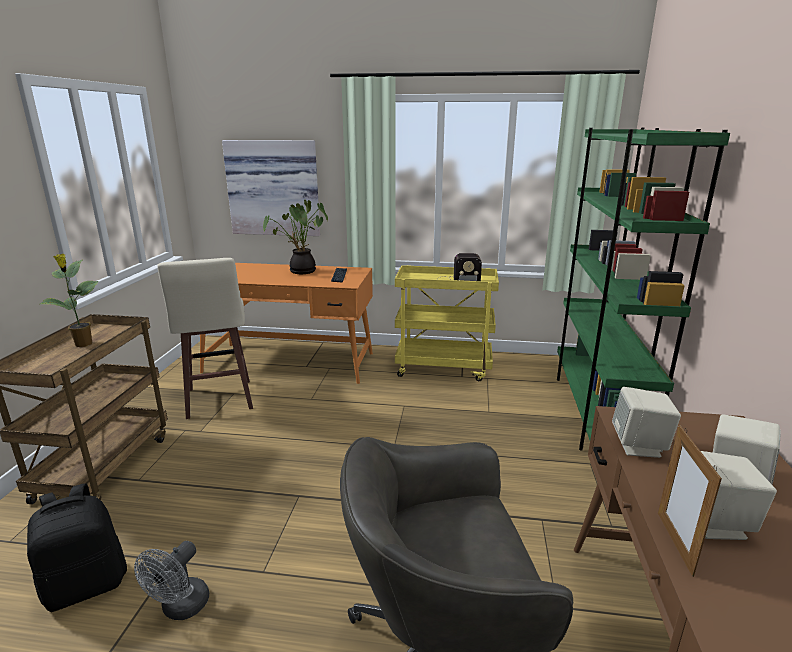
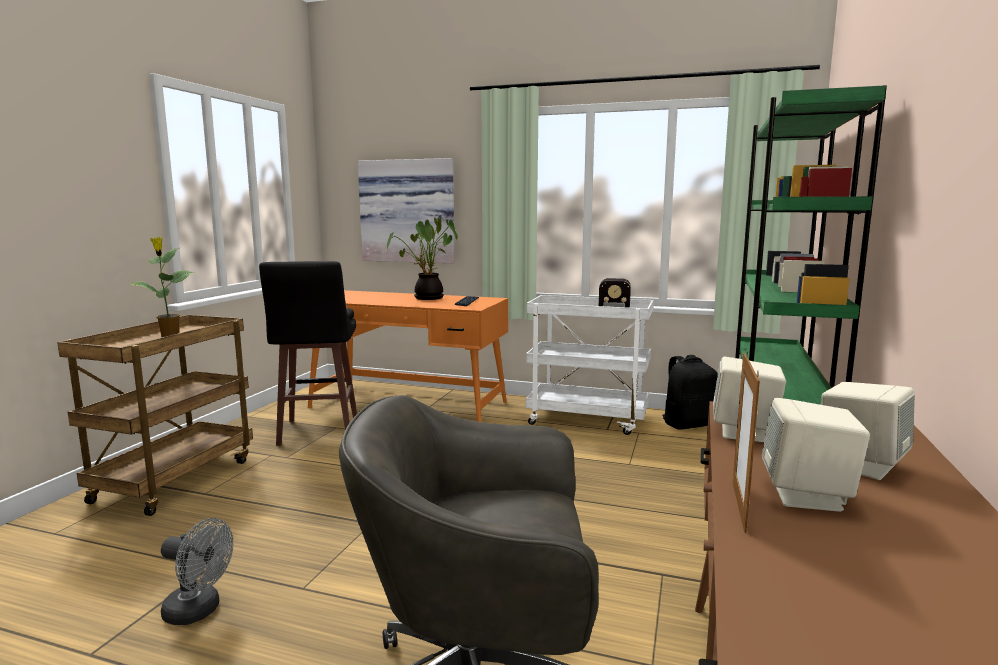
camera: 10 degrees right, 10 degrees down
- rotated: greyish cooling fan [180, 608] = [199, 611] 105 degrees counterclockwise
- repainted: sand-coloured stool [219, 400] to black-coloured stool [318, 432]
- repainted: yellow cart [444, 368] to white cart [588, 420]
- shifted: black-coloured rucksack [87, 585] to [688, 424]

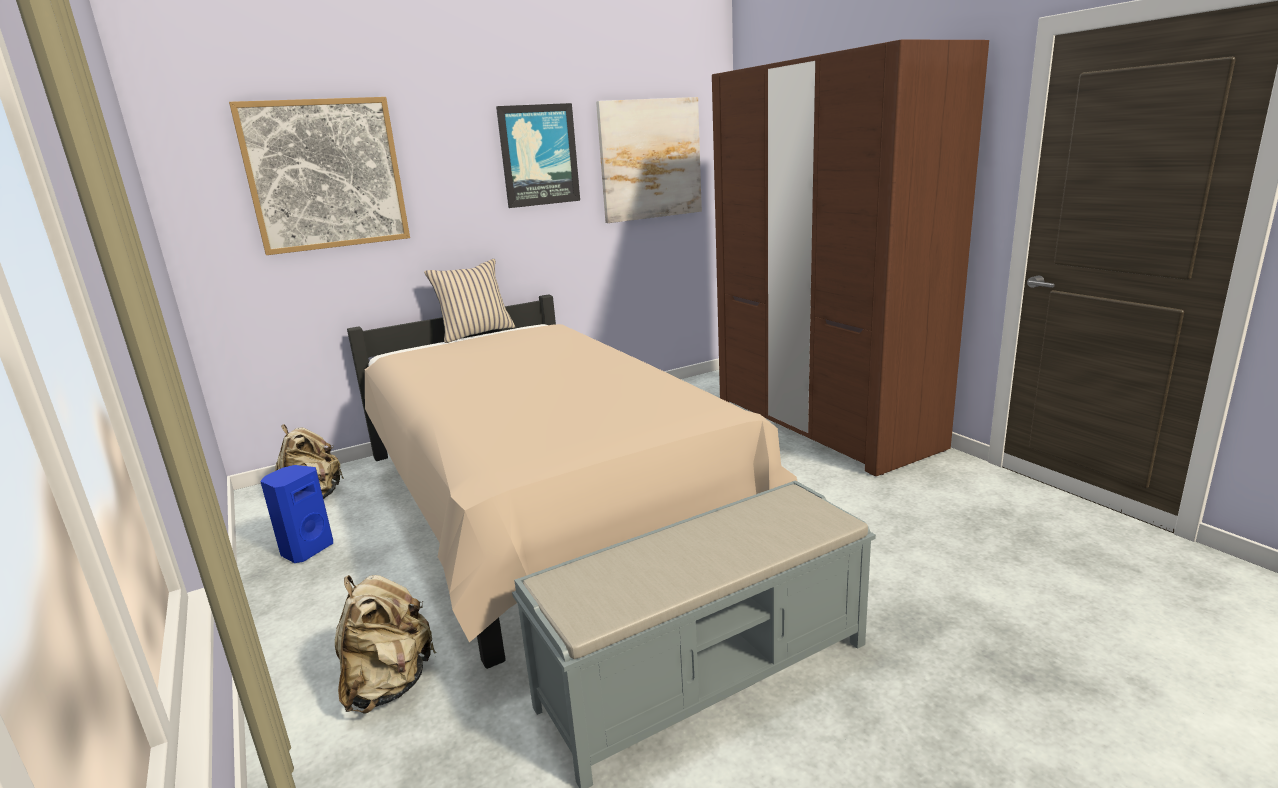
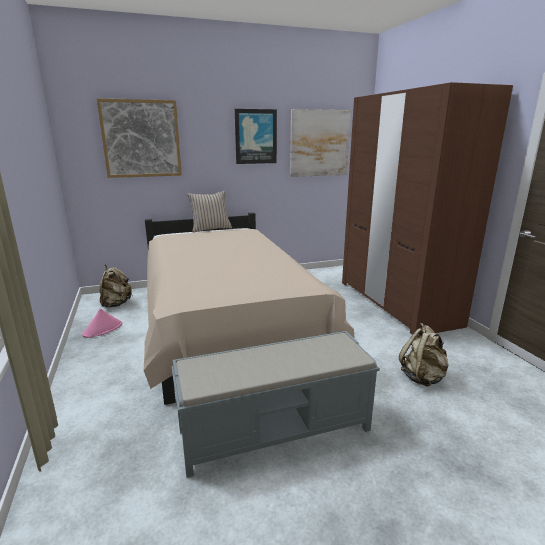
camera: 10 degrees right, 0 degrees up
- swapped: blue-coloured speaker [306, 550] to pink-coloured clothing hat [103, 329]
- shifted: sand-coloured rucksack [389, 685] to [422, 377]

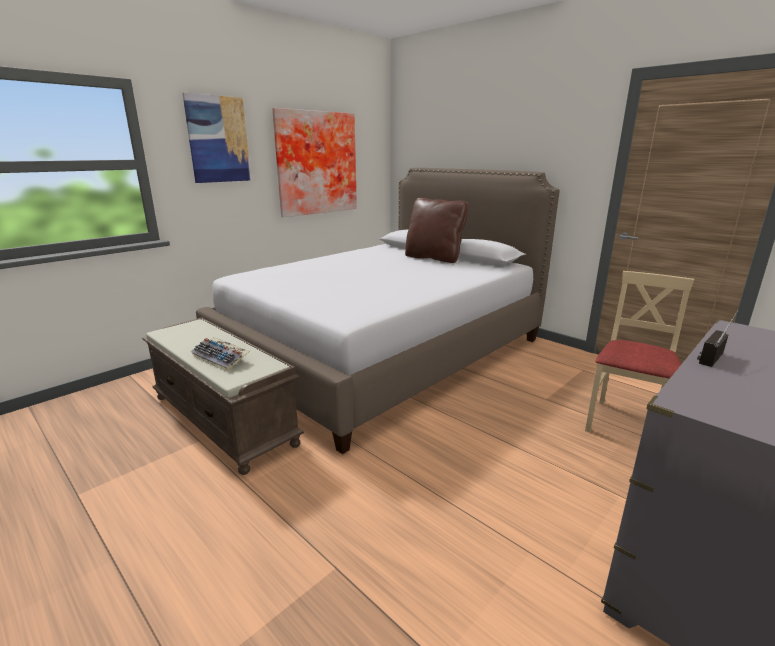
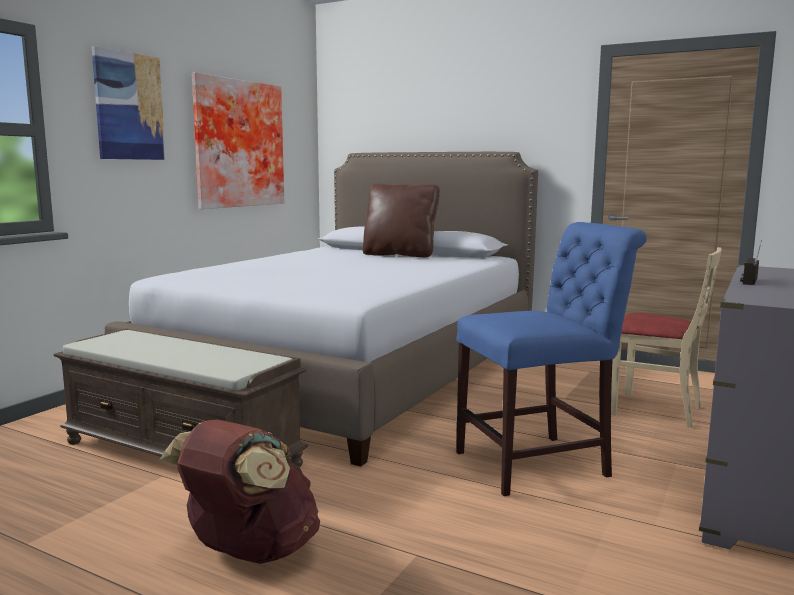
camera: 15 degrees left, 10 degrees down
- new: brown rucksack [249, 552]
- new: blue-coloured chair [540, 463]
- rotated: sand-coloured chair [625, 424] = [655, 410] 105 degrees clockwise
- gone: PC keyboard [221, 358]

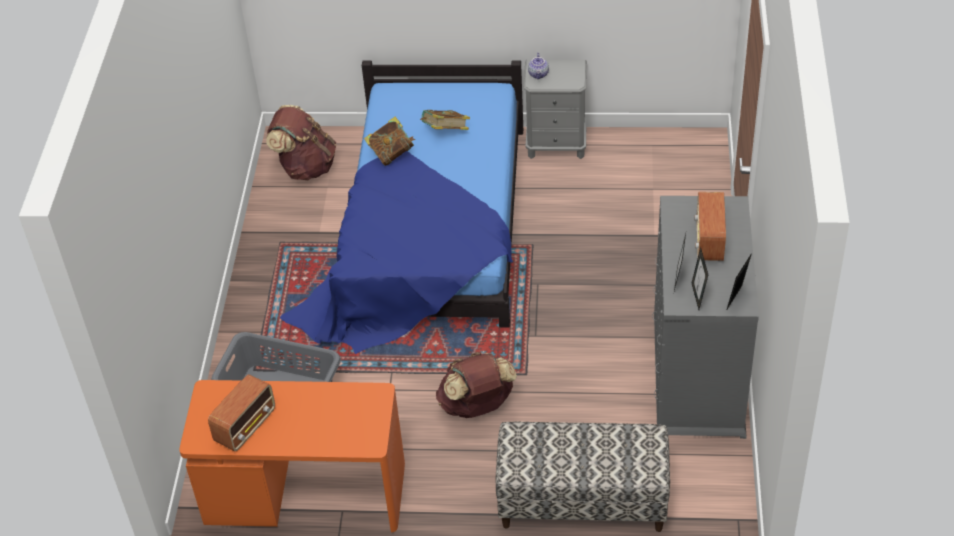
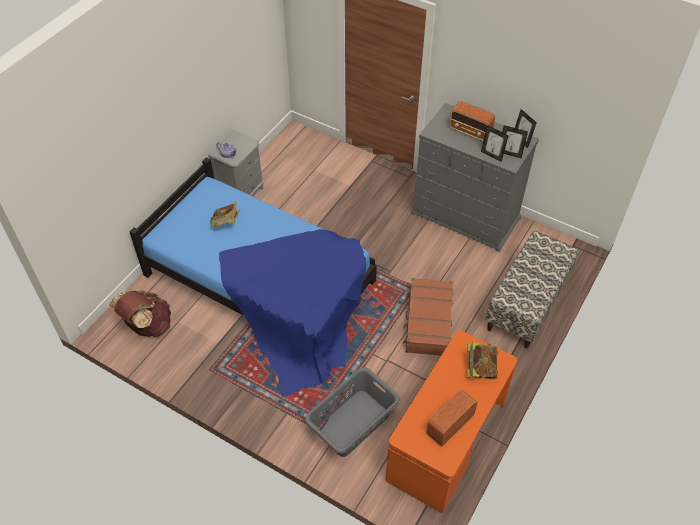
camera: 65 degrees left, 5 degrees up
- swapped: brown rucksack [477, 406] to brown travel case [428, 322]
- rotated: radio set [246, 426] = [449, 426] 105 degrees counterclockwise
- shifted: volume [391, 154] to [480, 368]

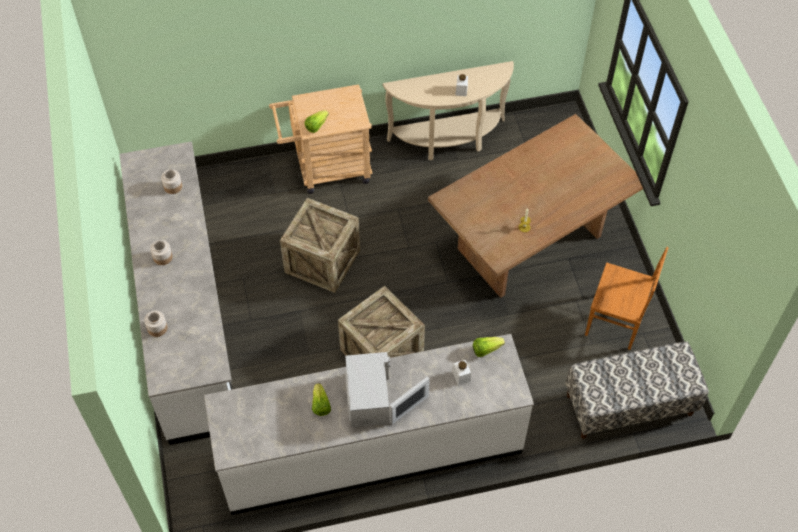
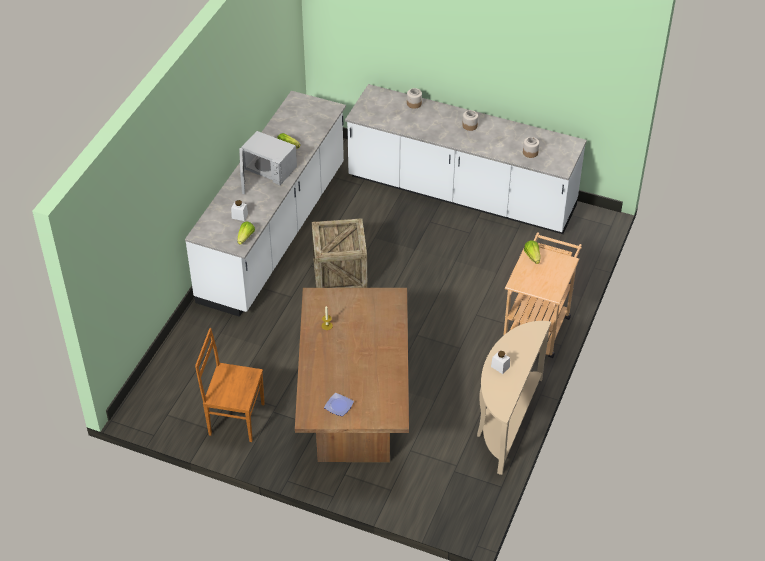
camera: 125 degrees right, 10 degrees down
- rotated: brown chair [616, 322] = [235, 418] 45 degrees clockwise
- new: dinner plate [338, 406]
- gone: crate [322, 261]
- gone: long seat [629, 405]

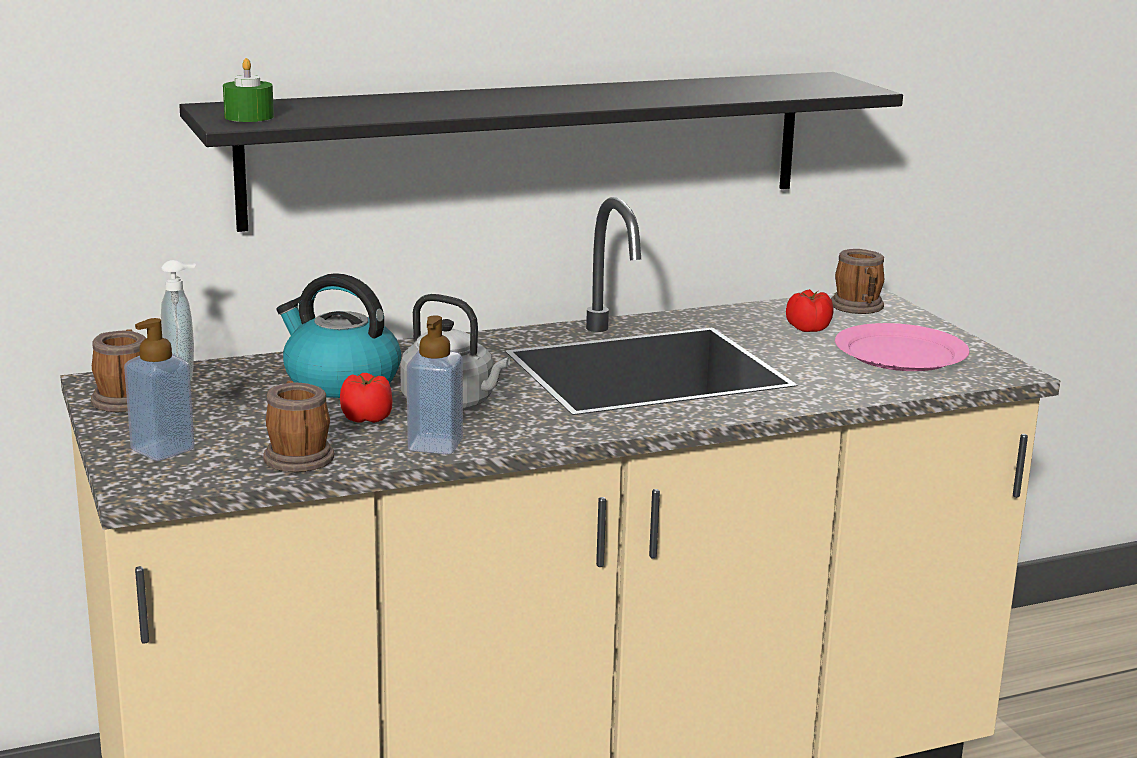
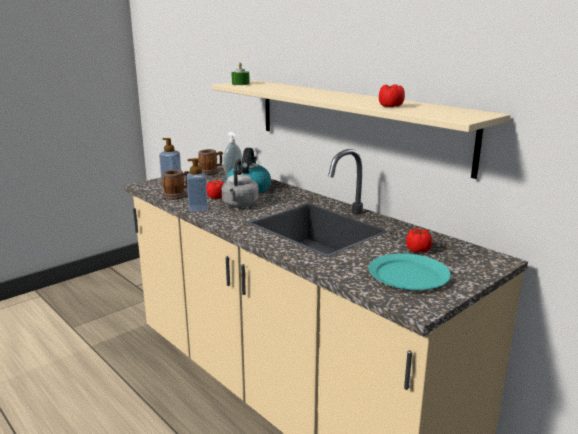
camera: 70 degrees right, 0 degrees up
- repainted: black-coloured shelf [531, 147] to sand-coloured shelf [355, 122]
- repainted: pink-coloured dinner plate [900, 354] to blue-green dinner plate [407, 275]
- new: fresh tomato [390, 106]
- gone: coffee mug [859, 308]

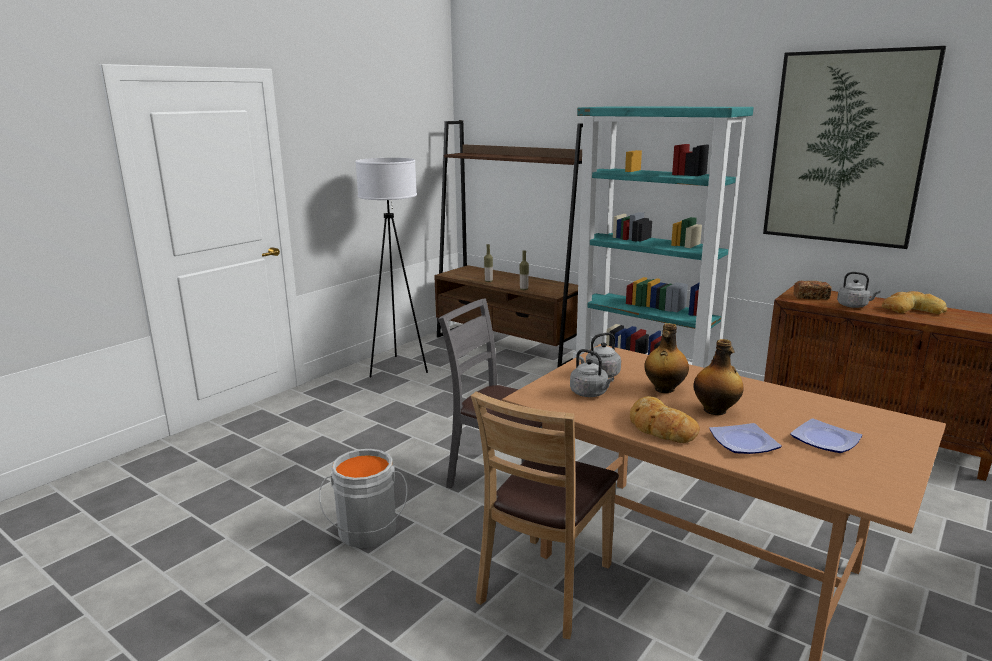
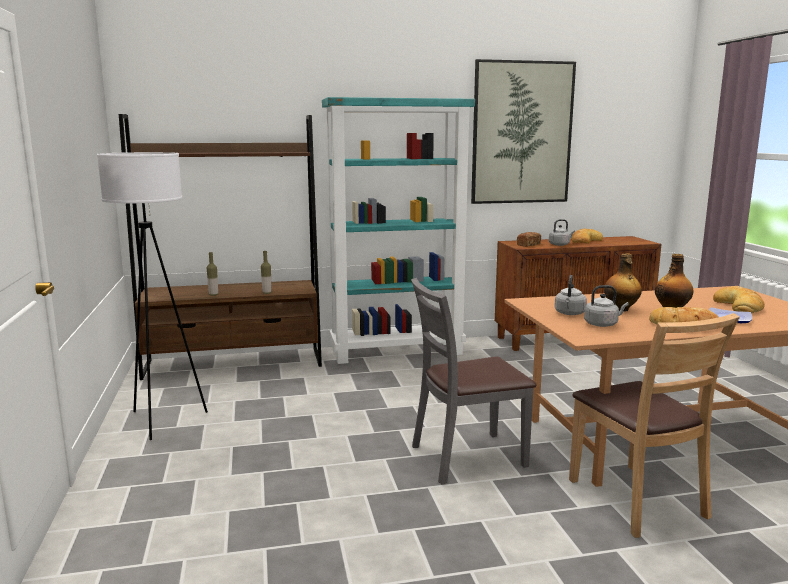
camera: 50 degrees left, 5 degrees down
- swapped: dinner plate [824, 439] to bakery bread [739, 306]
- gone: greyish water bucket [367, 532]

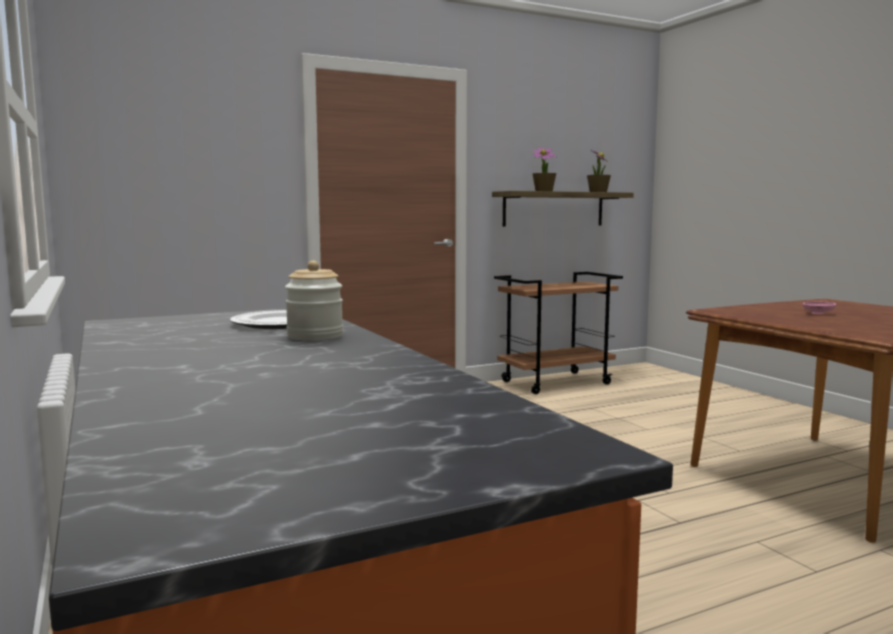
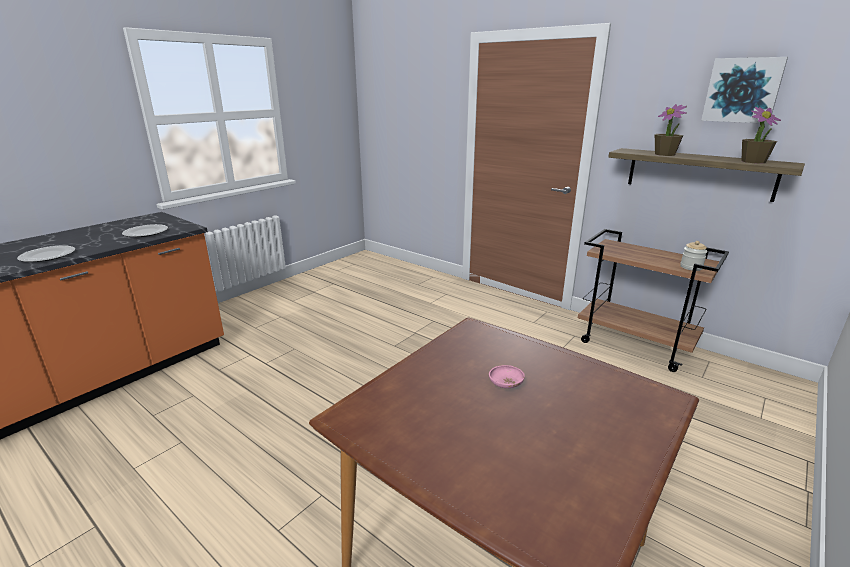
camera: 65 degrees right, 15 degrees up
- new: dinner plate [48, 255]
- shifted: preserve jar [315, 336] to [691, 267]
- new: wall art [742, 90]

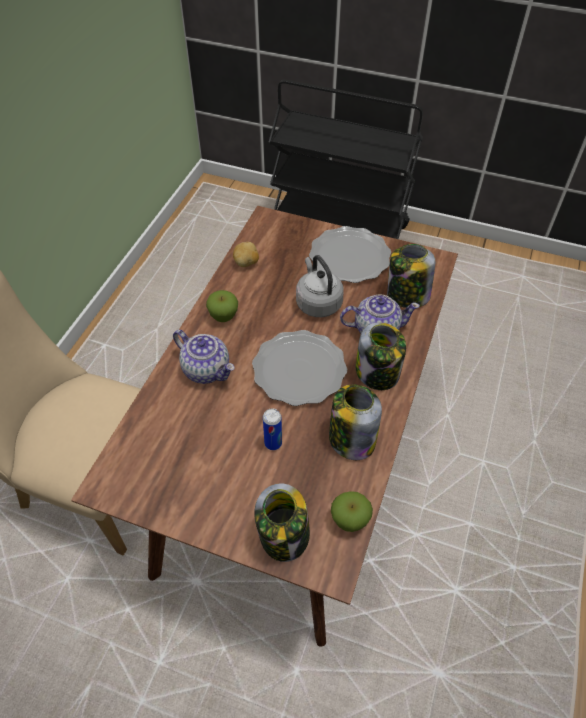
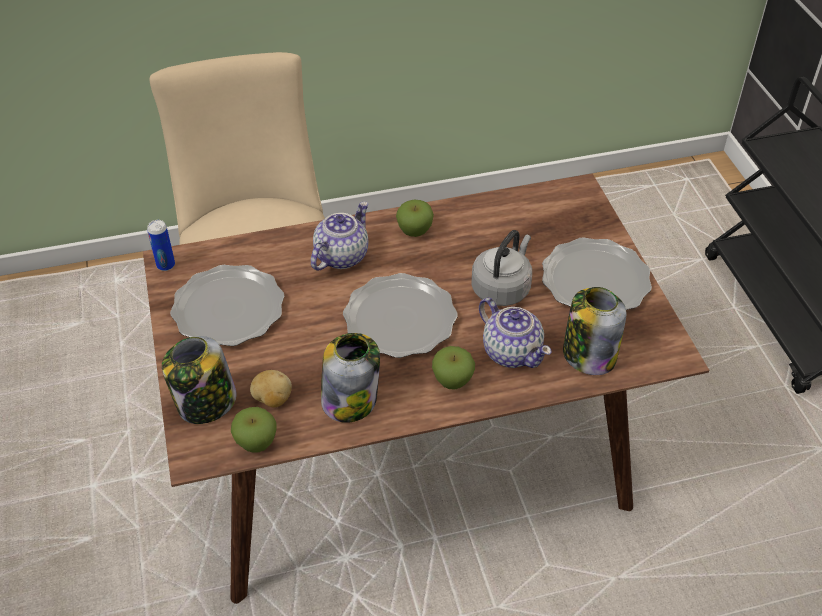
camera: 55 degrees right, 5 degrees down
- shifted: can [273, 443] to [166, 265]
- new: dinner plate [228, 309]
- shifted: spud [246, 263] to [272, 399]
- rotated: teapot [207, 369] = [341, 255] 150 degrees counterclockwise
- swapped: preserve jar [378, 373] to whole apple [452, 381]

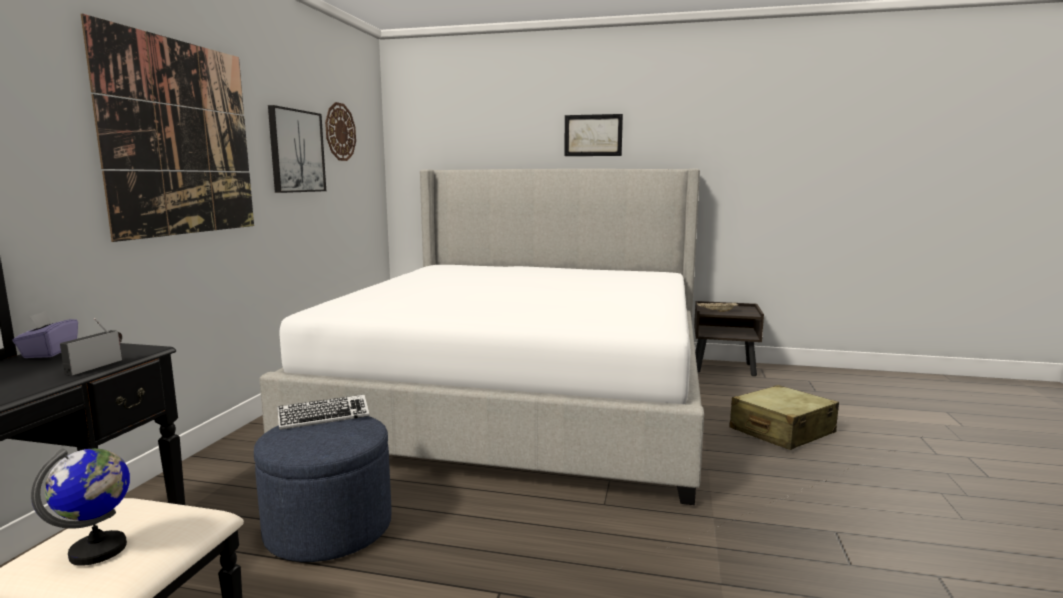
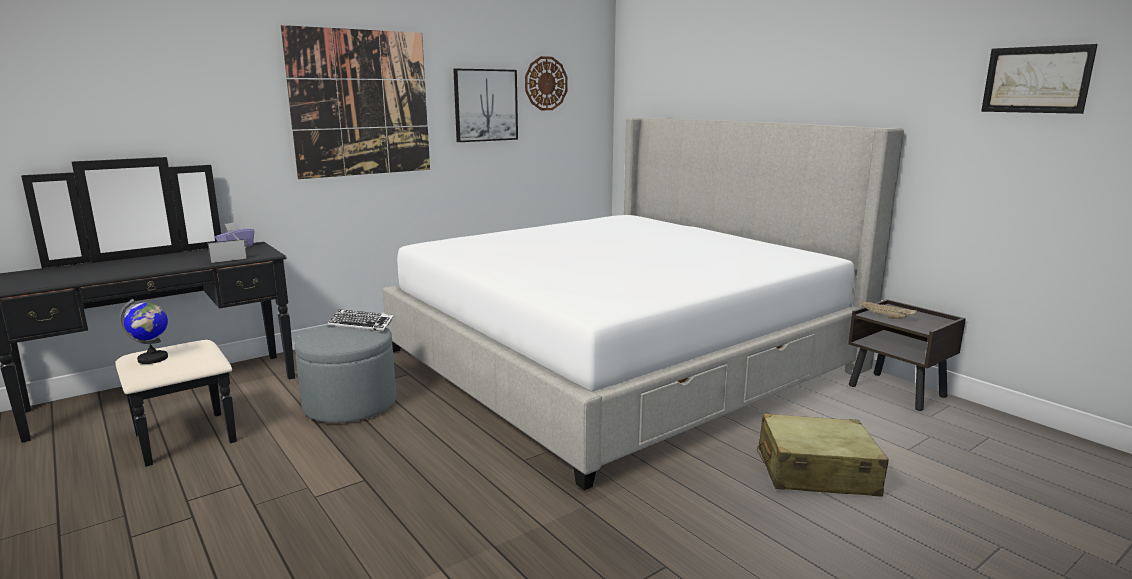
camera: 40 degrees right, 5 degrees up
- repainted: blue-coloured footrest [329, 528] to greyish footrest [350, 404]
- shifted: wall art [593, 135] to [1036, 79]

